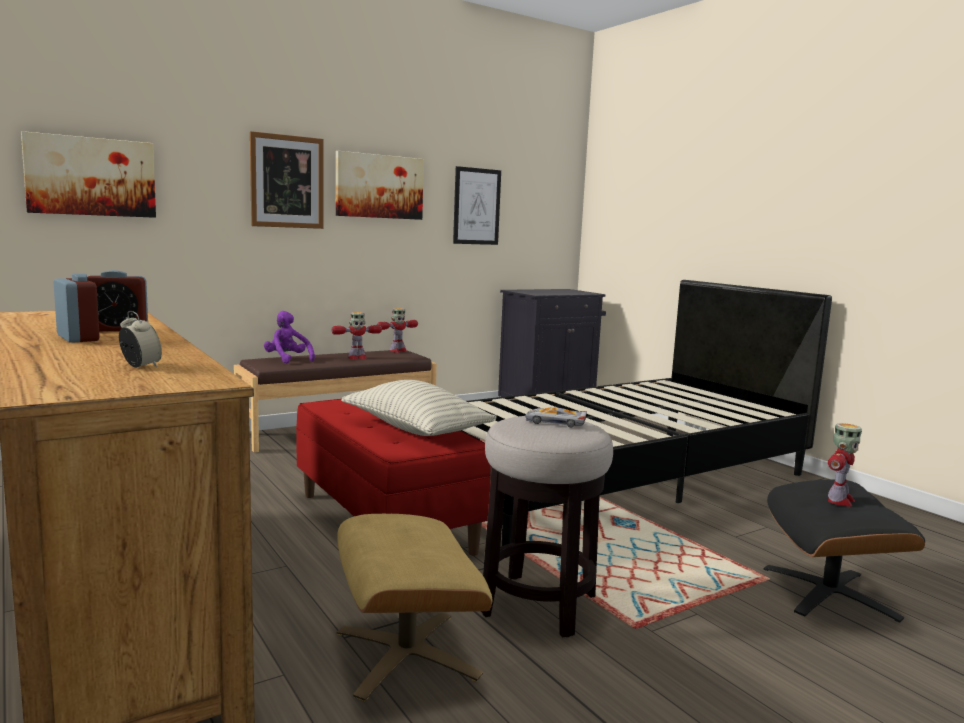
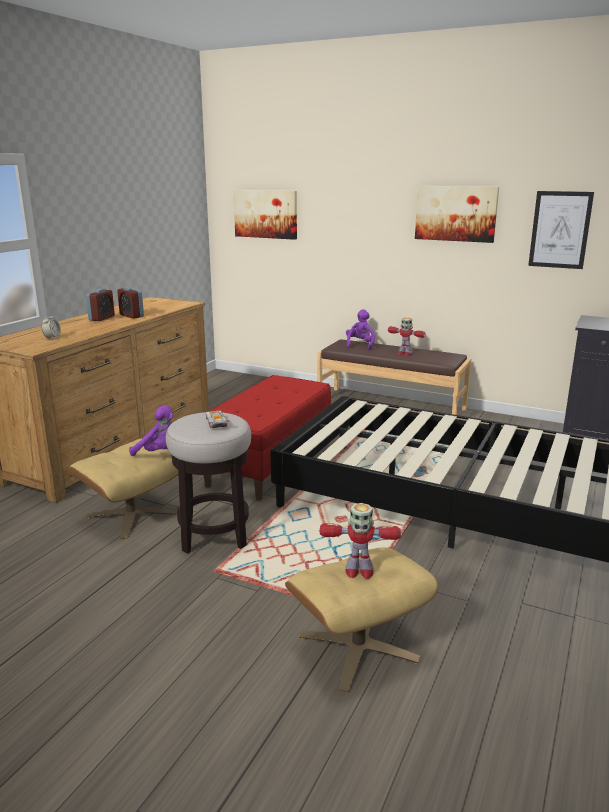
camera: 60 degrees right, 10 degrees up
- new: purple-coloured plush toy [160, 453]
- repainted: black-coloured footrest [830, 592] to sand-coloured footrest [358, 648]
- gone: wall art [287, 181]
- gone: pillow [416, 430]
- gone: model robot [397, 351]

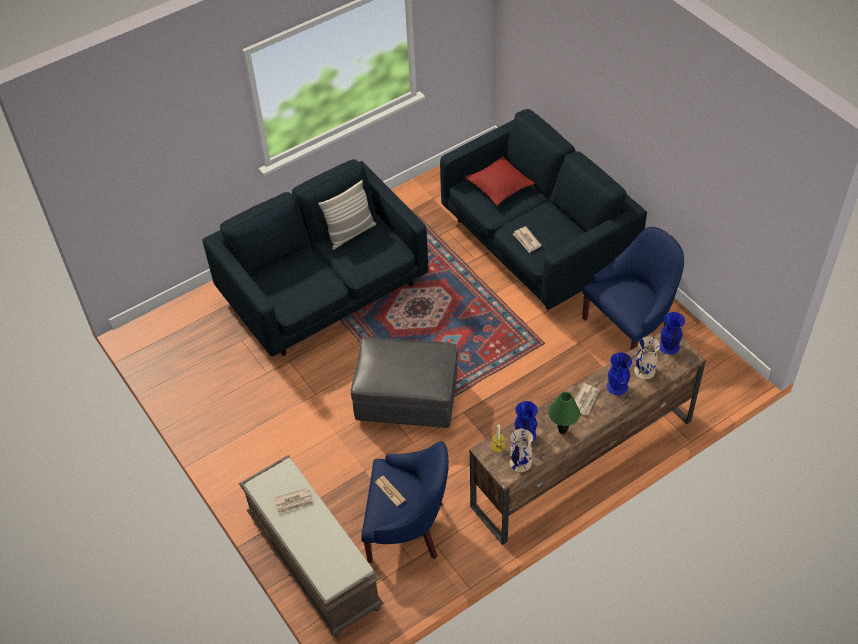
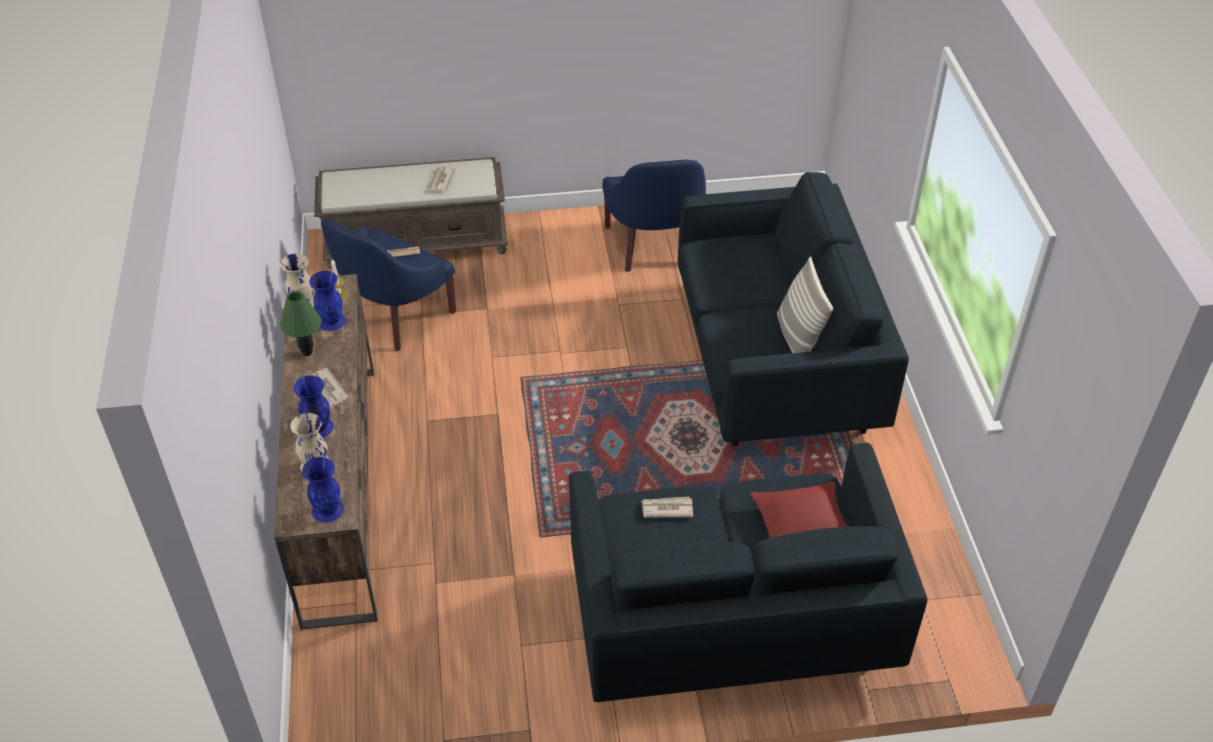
camera: 115 degrees right, 5 degrees down
- shifted: blue-coloured easy chair [630, 327] to [655, 246]
- gone: greyish footrest [407, 400]

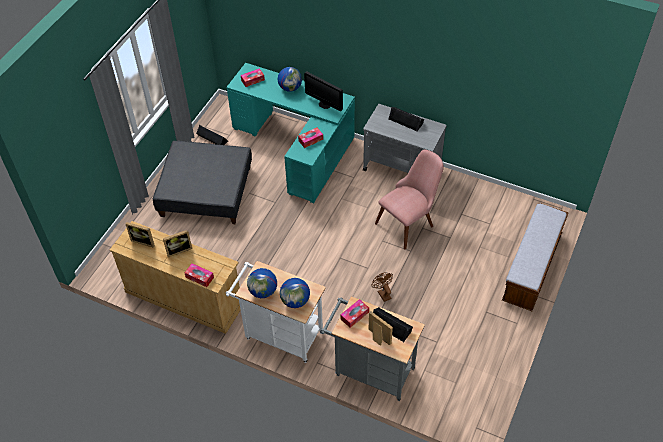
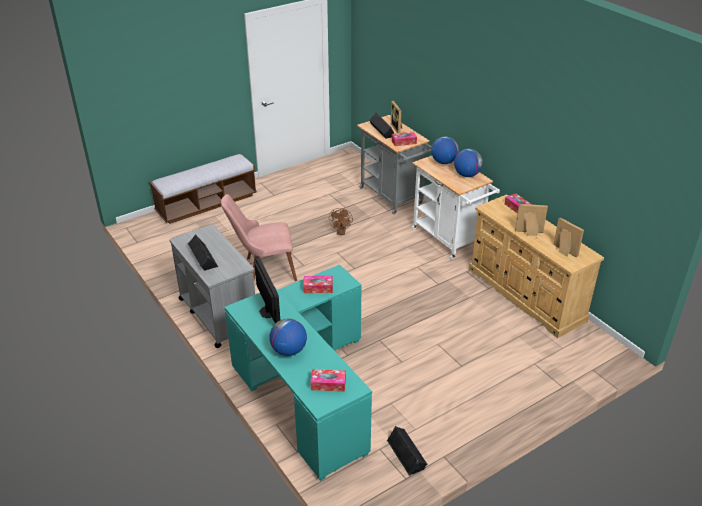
camera: 150 degrees left, 15 degrees down
- gone: greyish footrest [207, 191]

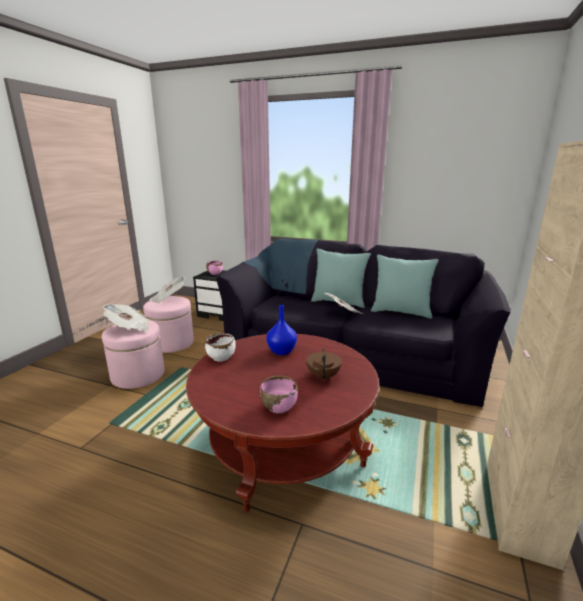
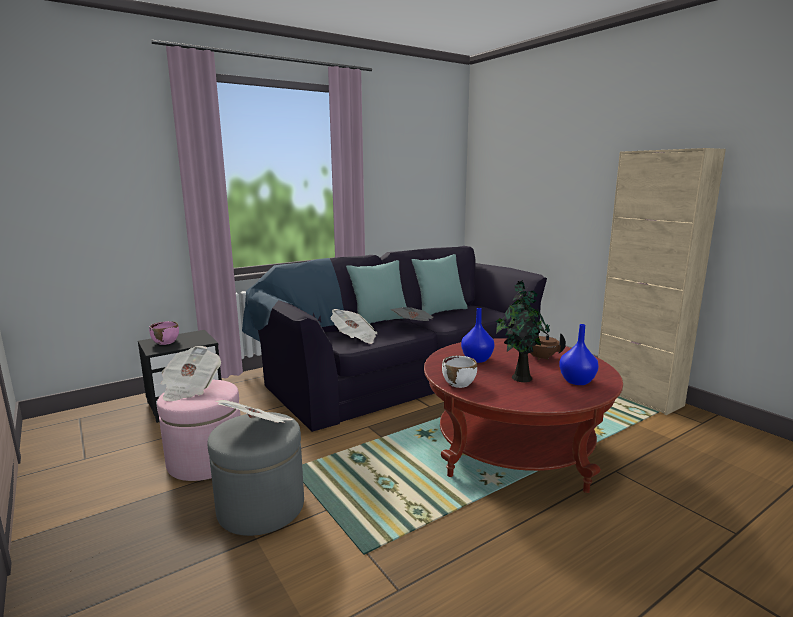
camera: 55 degrees left, 5 degrees down
- repainted: pink-coloured footrest [138, 375] to greyish footrest [261, 507]
- new: printed paper [355, 338]
- new: plant in a pot [520, 377]
- swapped: pink-coloured deep dish [278, 407] to blue-coloured vase [577, 381]

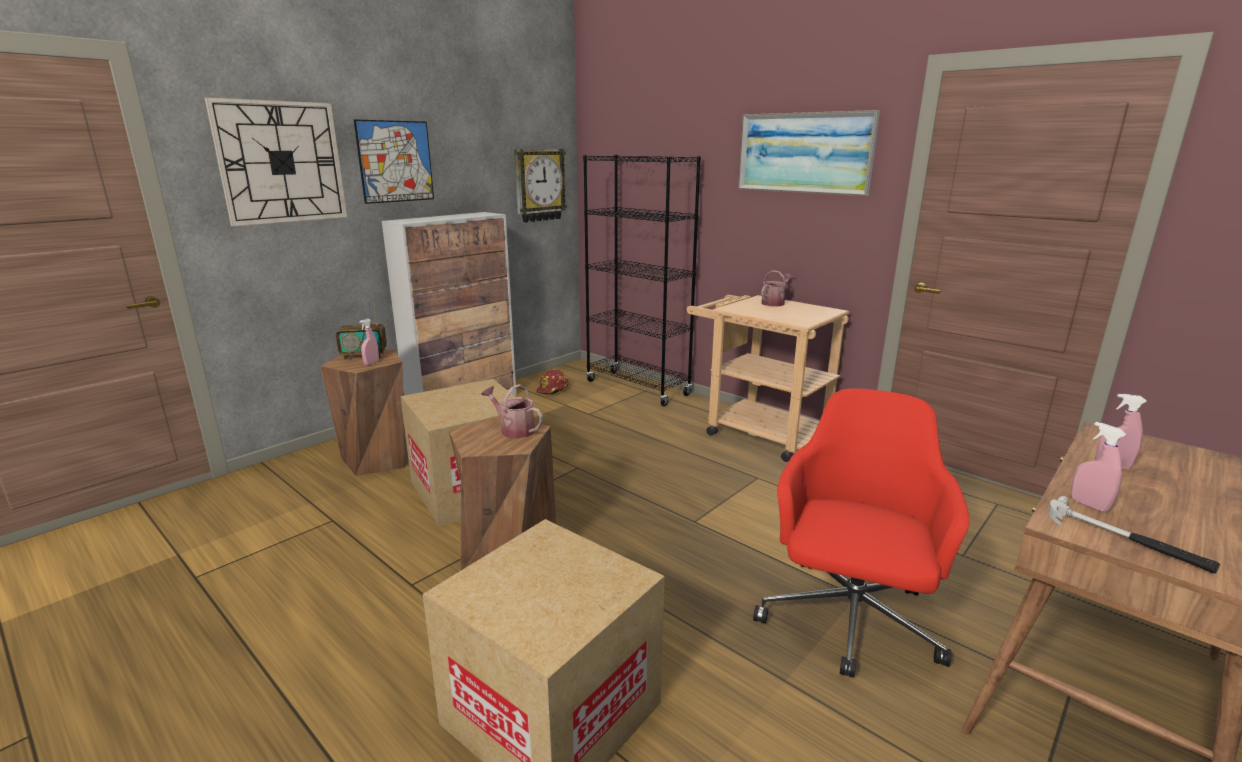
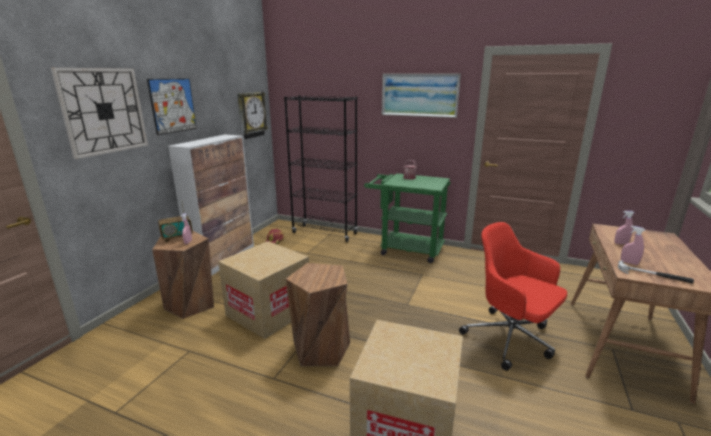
camera: 20 degrees left, 0 degrees up
- repainted: sand-coloured cart [757, 432] to green-coloured cart [405, 249]
- rotated: red office chair [849, 621] = [510, 339] 45 degrees counterclockwise
- gone: watering can [514, 430]

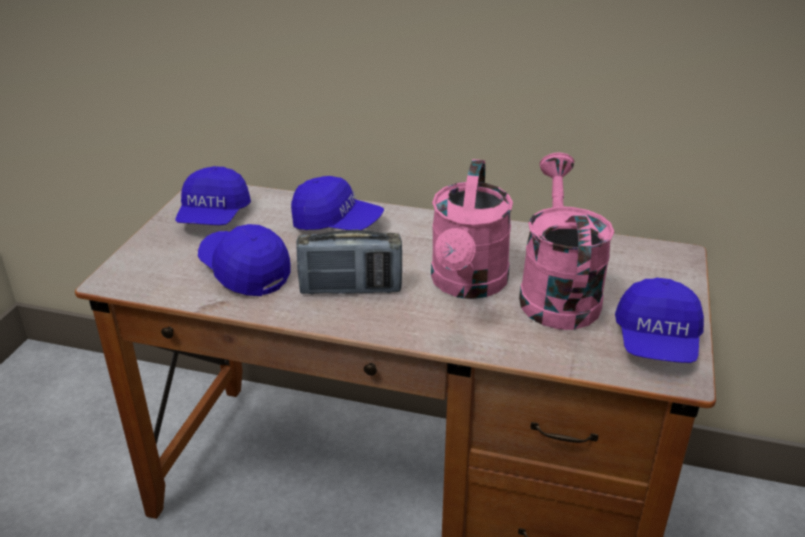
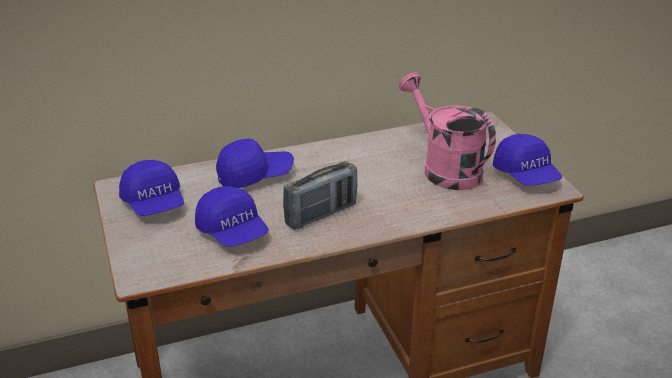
camera: 35 degrees left, 0 degrees up
- rotated: blue-coloured peaked cap [244, 271] = [233, 232] 135 degrees counterclockwise
- gone: pink-coloured watering can [467, 285]

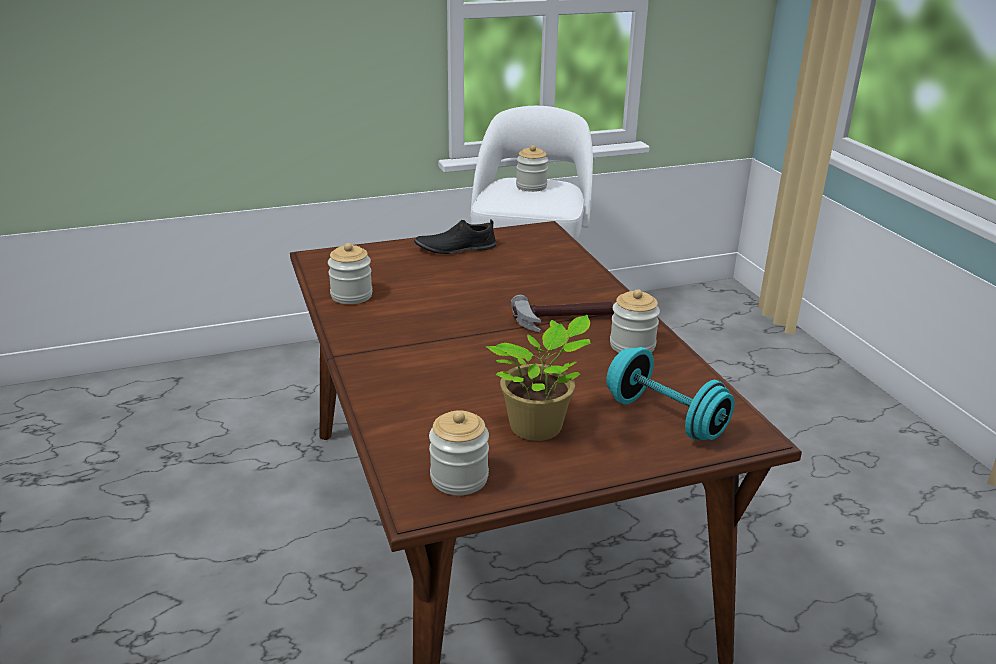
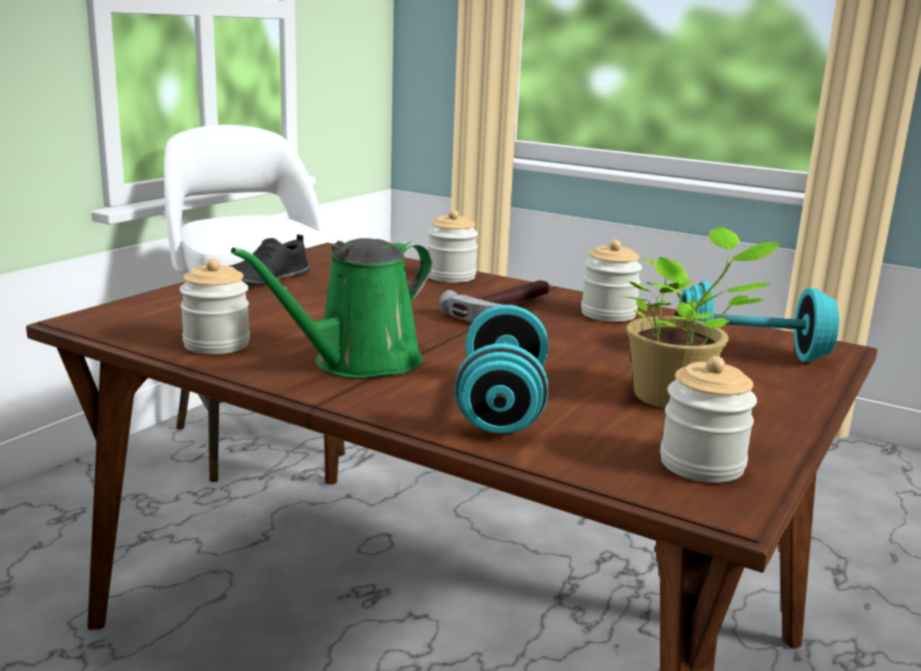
camera: 40 degrees left, 10 degrees down
- new: green-coloured watering can [359, 363]
- shifted: preserve jar [531, 186] to [451, 276]
- new: blue-green hand weight [501, 406]

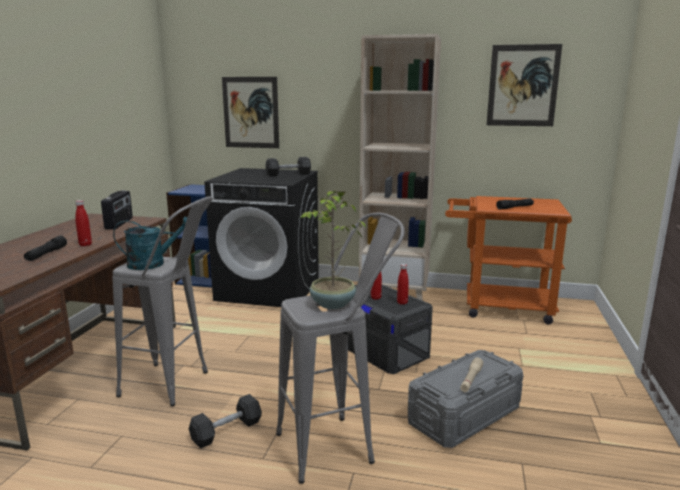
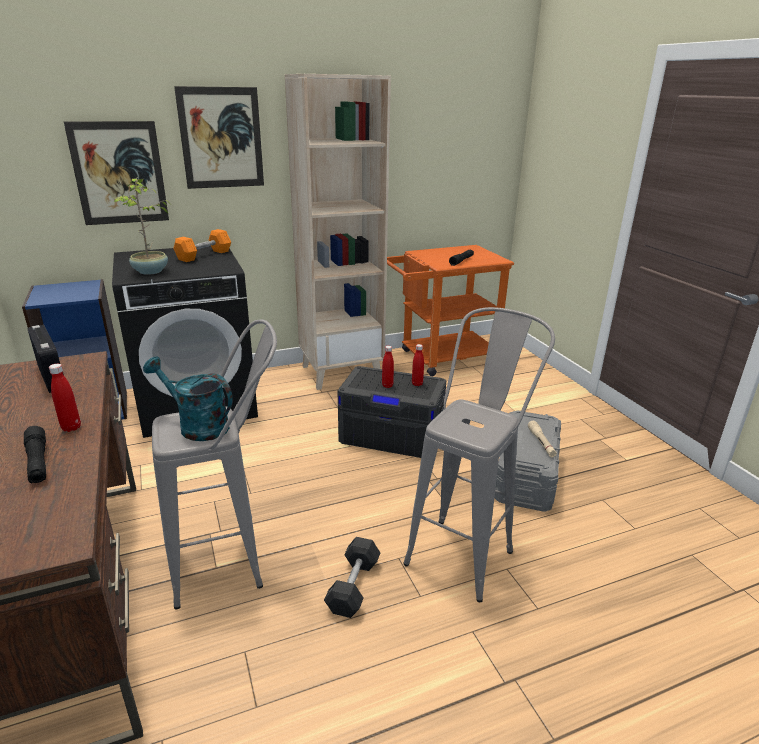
camera: 35 degrees left, 10 degrees up
- shifted: plant in a pot [332, 304] to [150, 272]
- rotated: blue-green watering can [153, 264] = [197, 425] 105 degrees counterclockwise
- repainted: greyish hand weight [288, 174] to orange-coloured hand weight [204, 255]
- shifted: wall art [523, 86] to [221, 138]

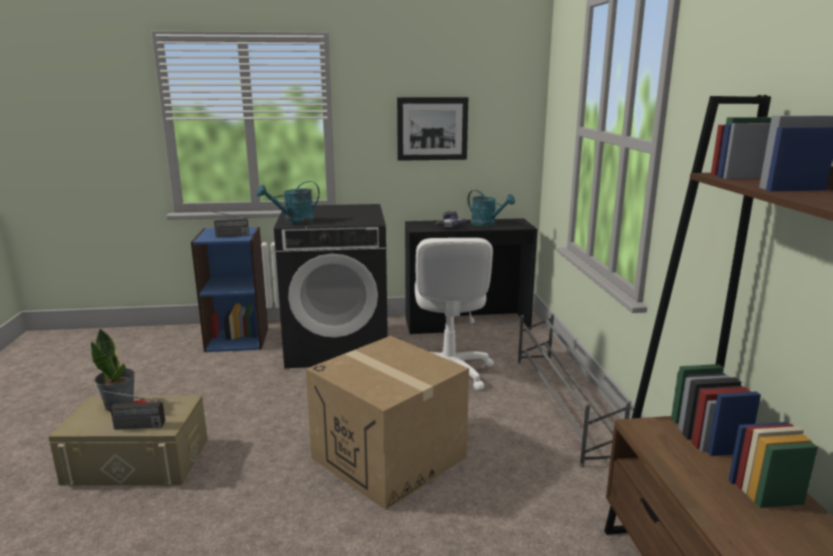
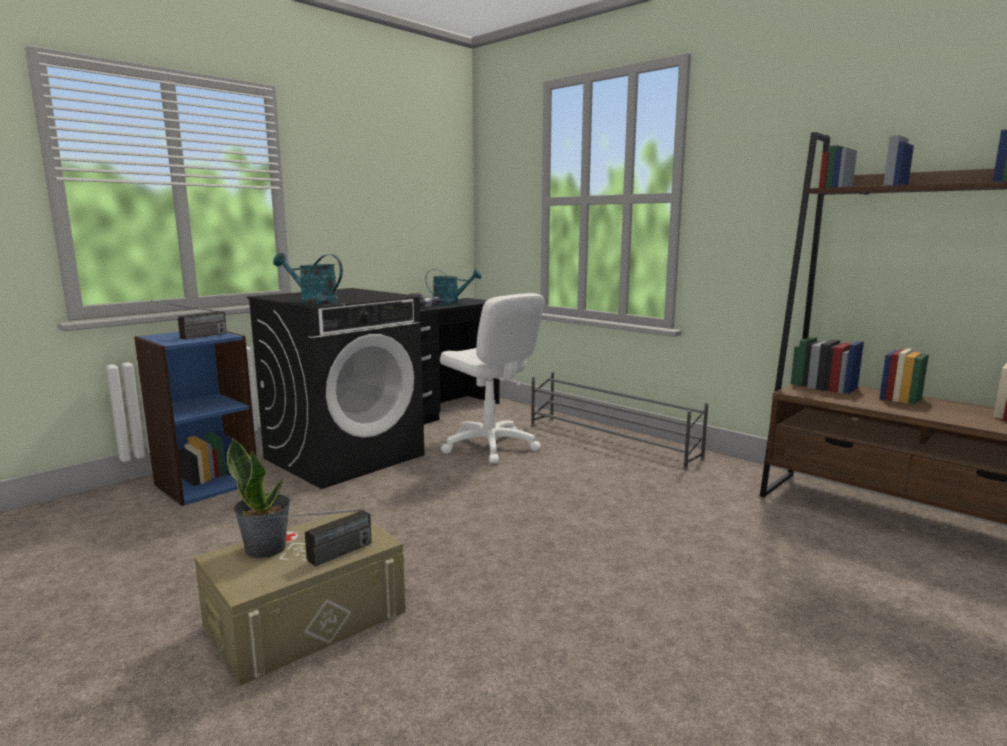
camera: 40 degrees left, 5 degrees down
- rotated: blue-green watering can [294, 221] = [313, 302] 90 degrees clockwise
- gone: carton [389, 457]
- gone: wall art [432, 129]

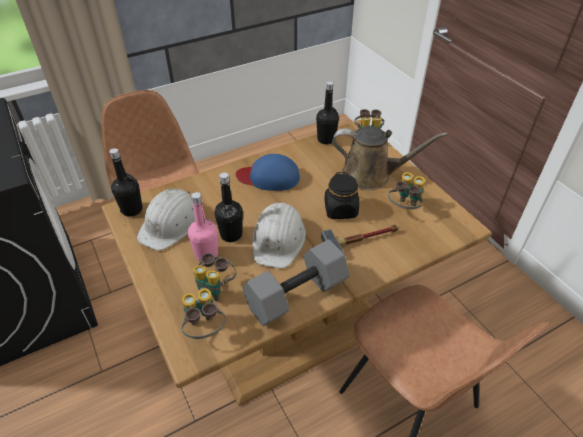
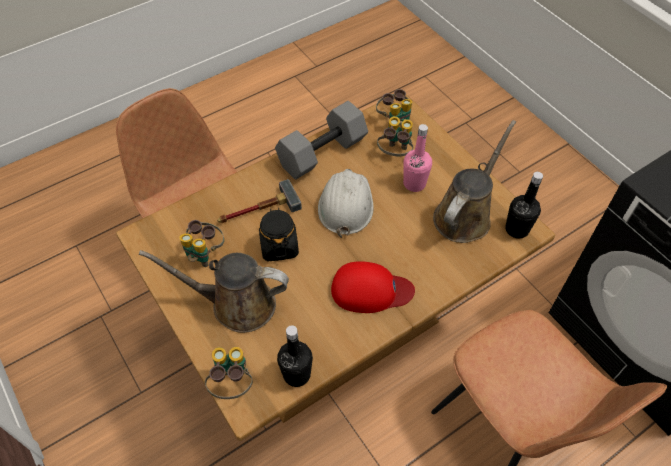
camera: 175 degrees right, 10 degrees up
- repainted: blue-coloured peaked cap [269, 177] to red peaked cap [370, 290]
- swapped: white safety helmet [171, 223] to brown watering can [465, 215]
- gone: black-coloured beverage bottle [231, 234]

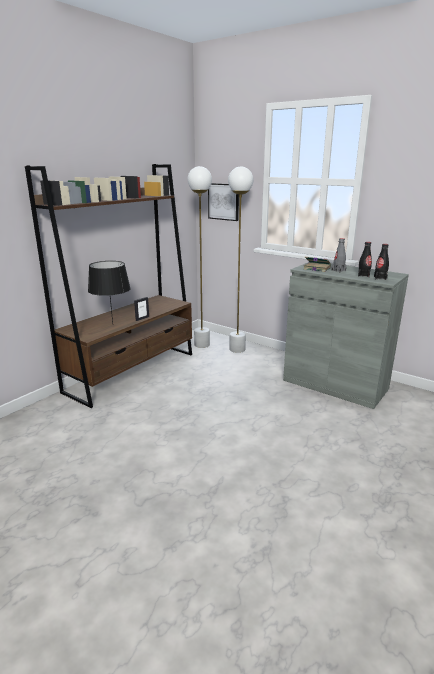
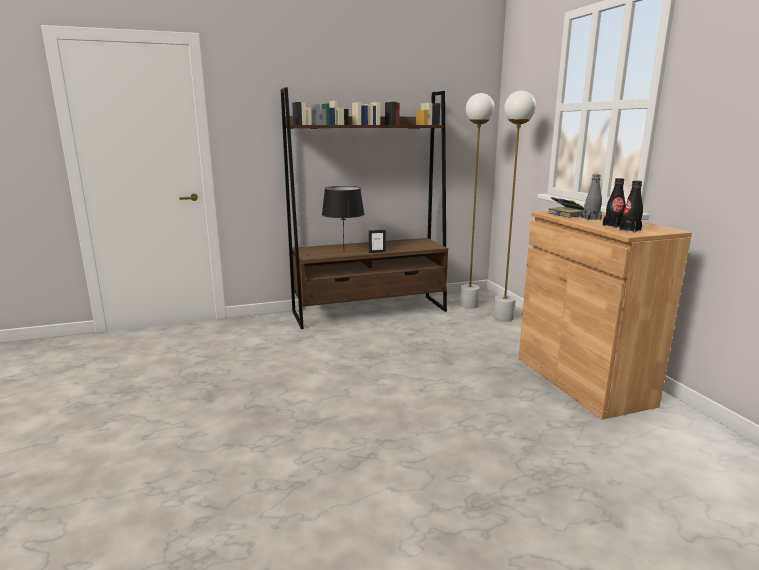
camera: 35 degrees right, 5 degrees down
- repainted: greyish cabinet [335, 384] to brown cabinet [582, 380]
- gone: wall art [224, 201]

